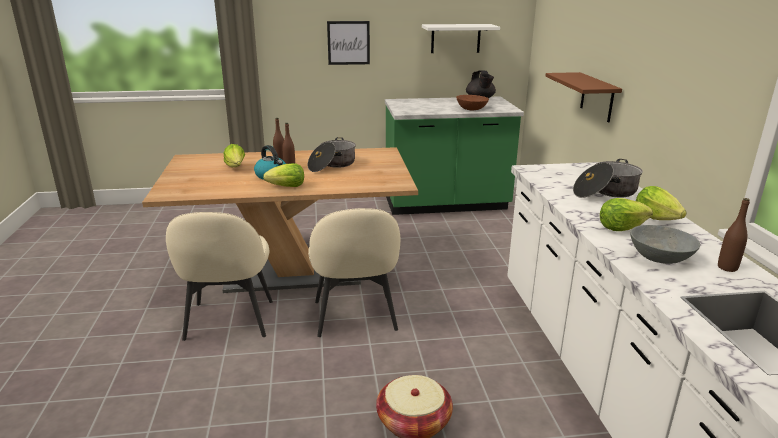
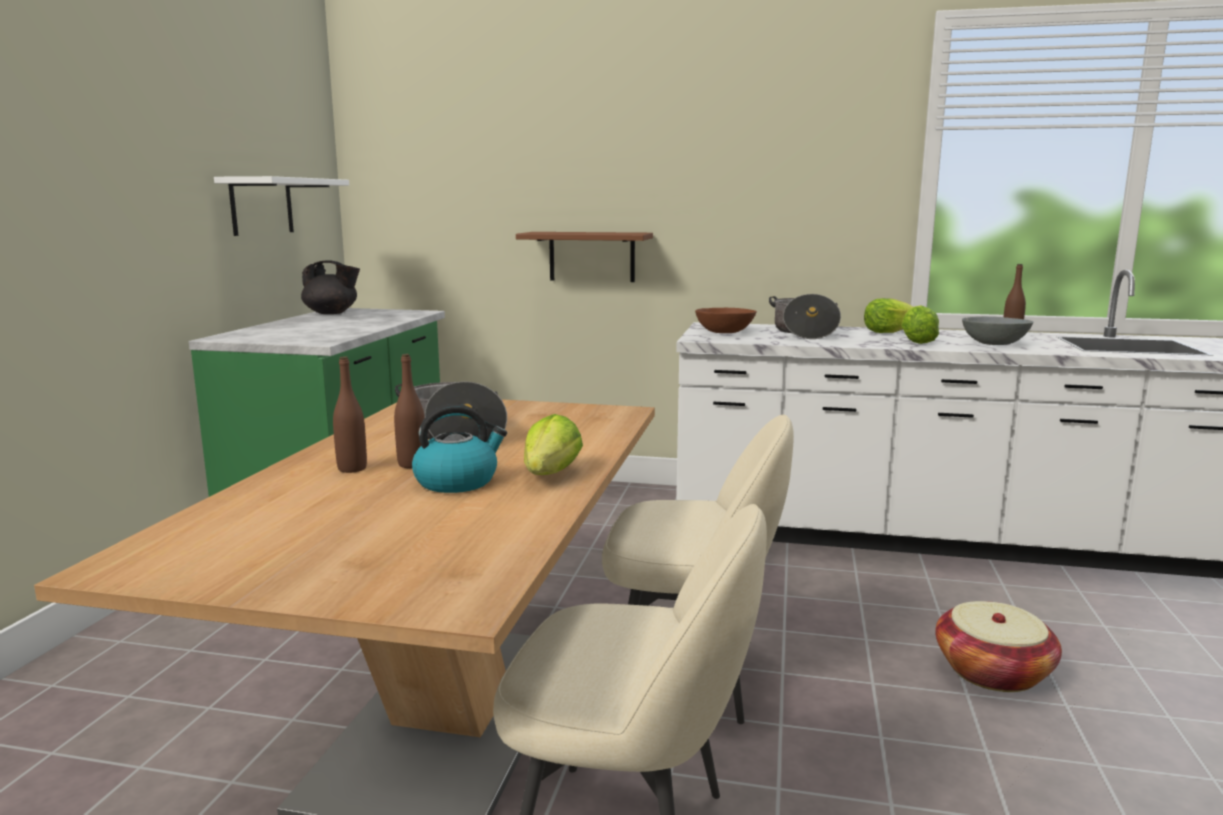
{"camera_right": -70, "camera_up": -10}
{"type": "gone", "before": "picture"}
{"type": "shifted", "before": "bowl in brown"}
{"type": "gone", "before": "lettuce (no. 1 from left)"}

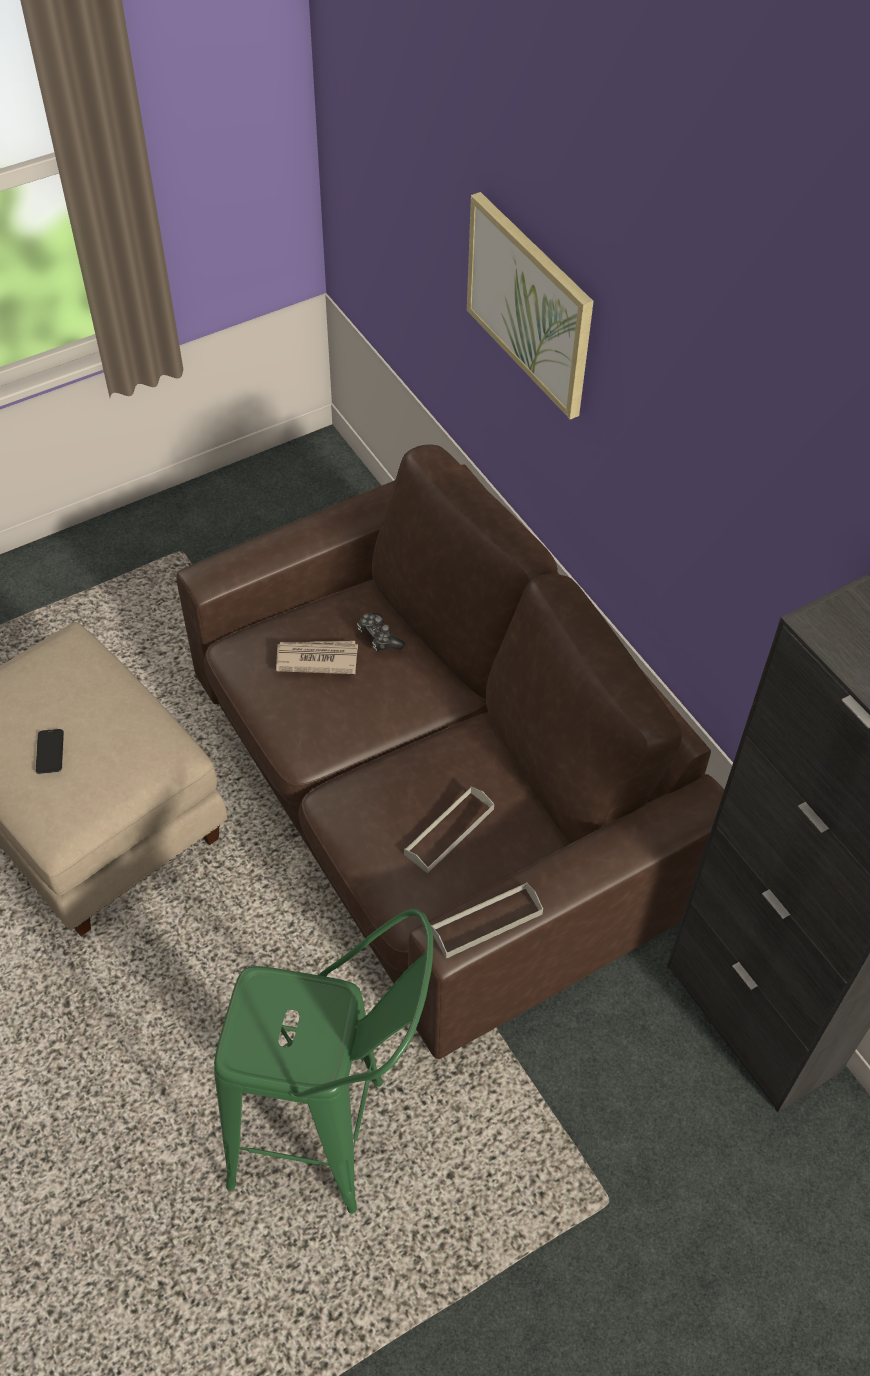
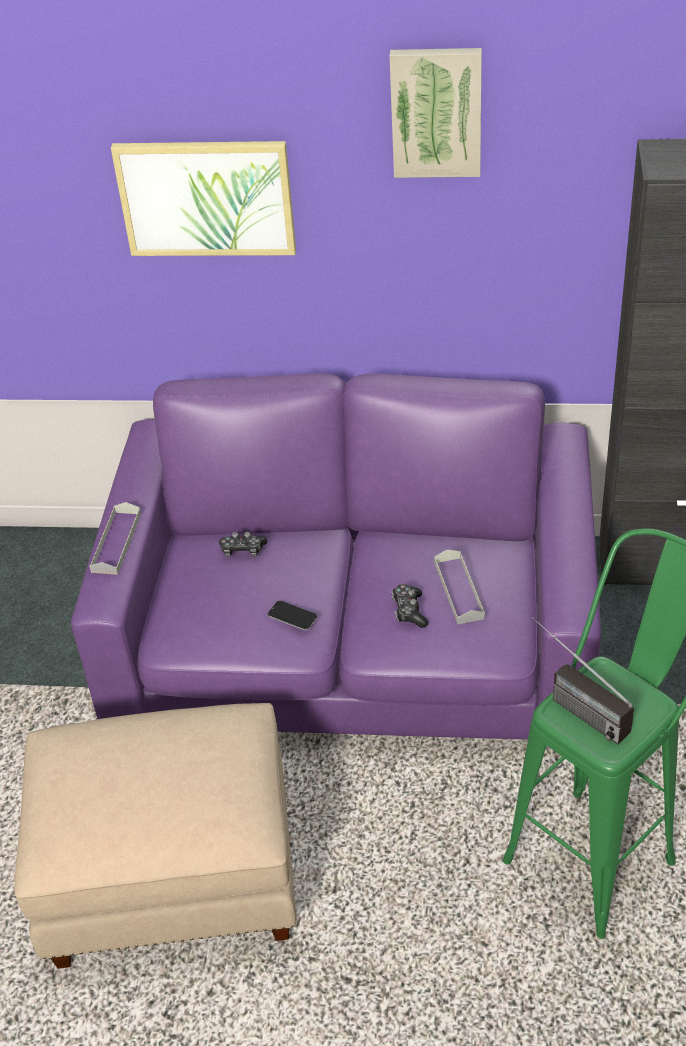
{"camera_right": -50, "camera_up": -10}
{"type": "repainted", "before": "sofa in brown", "after": "sofa in purple"}
{"type": "gone", "before": "newspaper"}
{"type": "shifted", "before": "phone"}
{"type": "shifted", "before": "tray in grey (no. 2 from left in the first image)", "after": "tray in grey (no. 1 from left)"}
{"type": "new", "after": "picture (no. 2 from left)"}
{"type": "new", "after": "game controller (no. 2 from left)"}
{"type": "new", "after": "radio"}

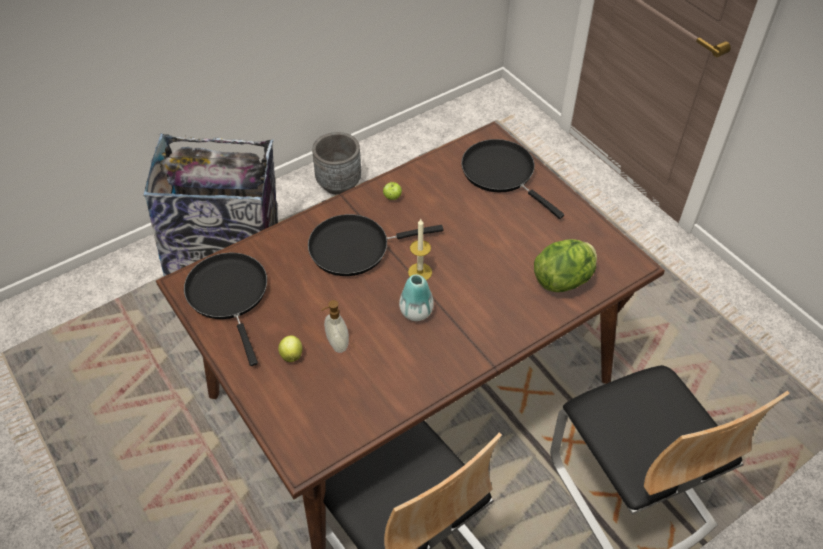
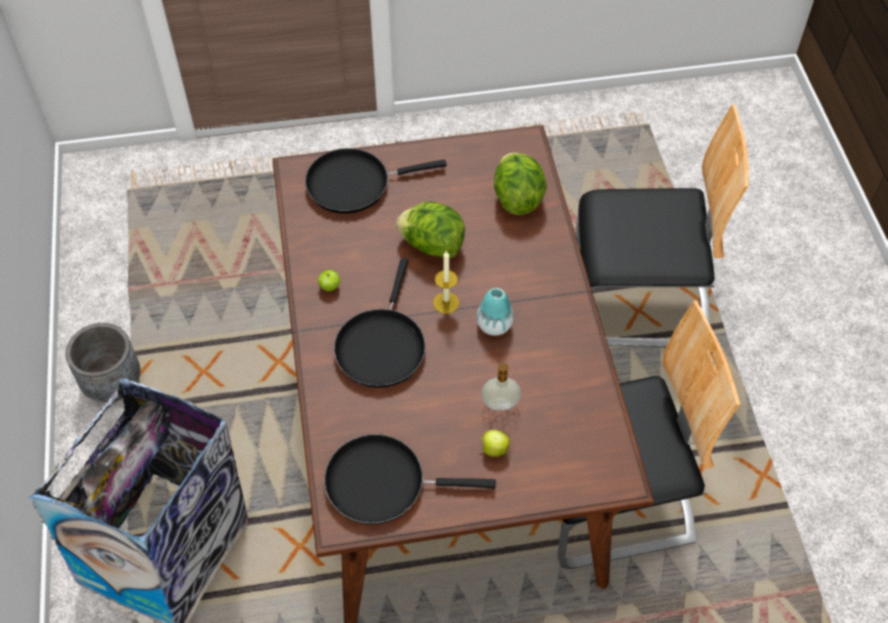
{"camera_right": -65, "camera_up": 5}
{"type": "new", "after": "lettuce (no. 1 from left)"}

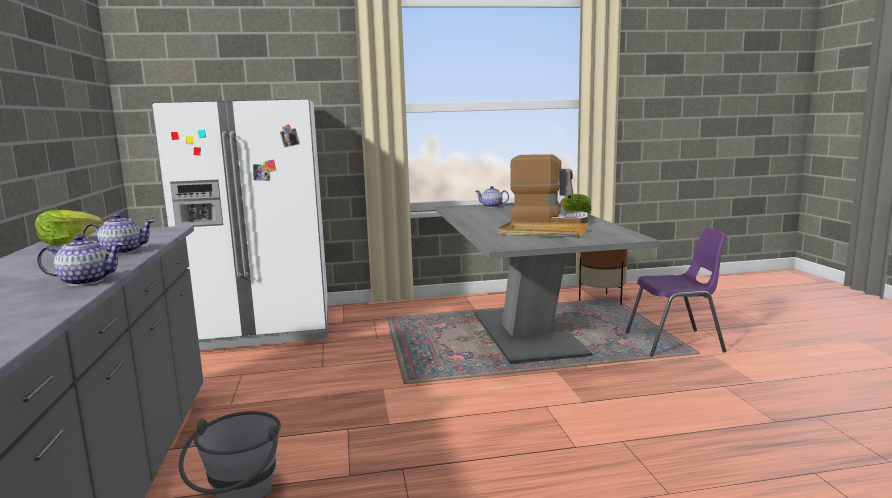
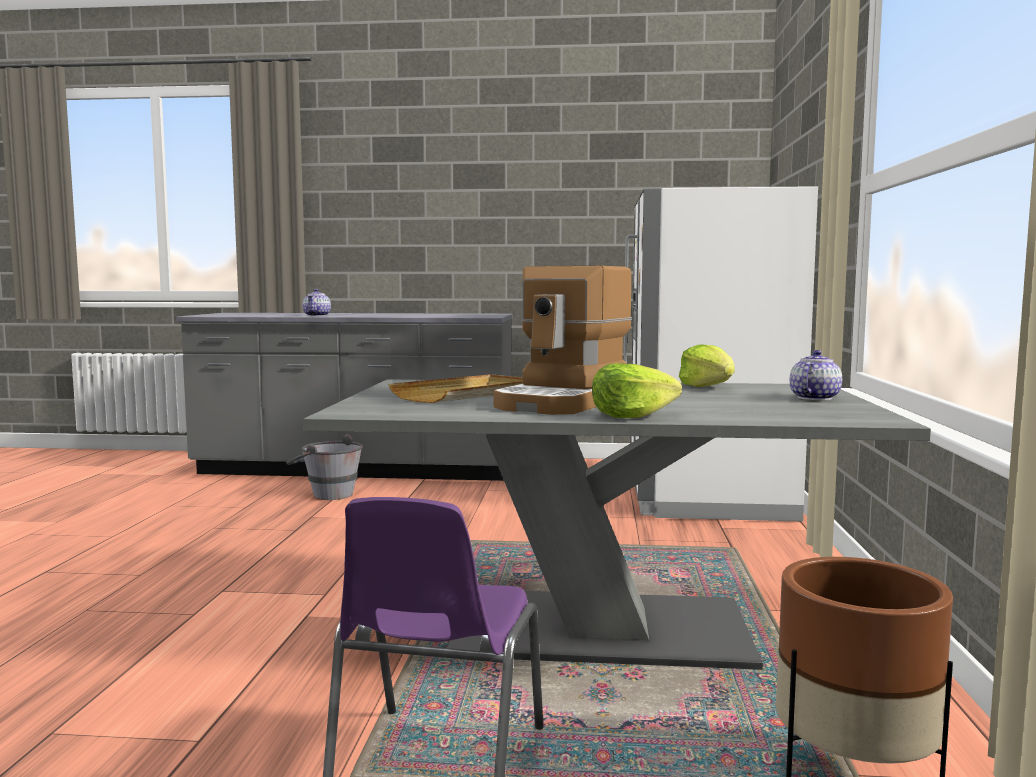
{"camera_right": 105, "camera_up": -5}
{"type": "shifted", "before": "lettuce (no. 1 from left in the first image)", "after": "lettuce (no. 2 from left)"}
{"type": "gone", "before": "teapot (no. 2 from left)"}

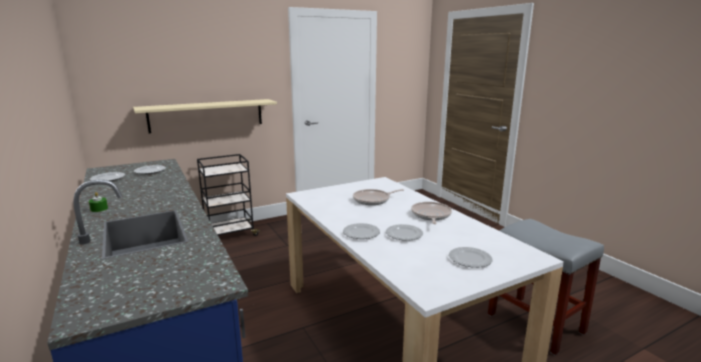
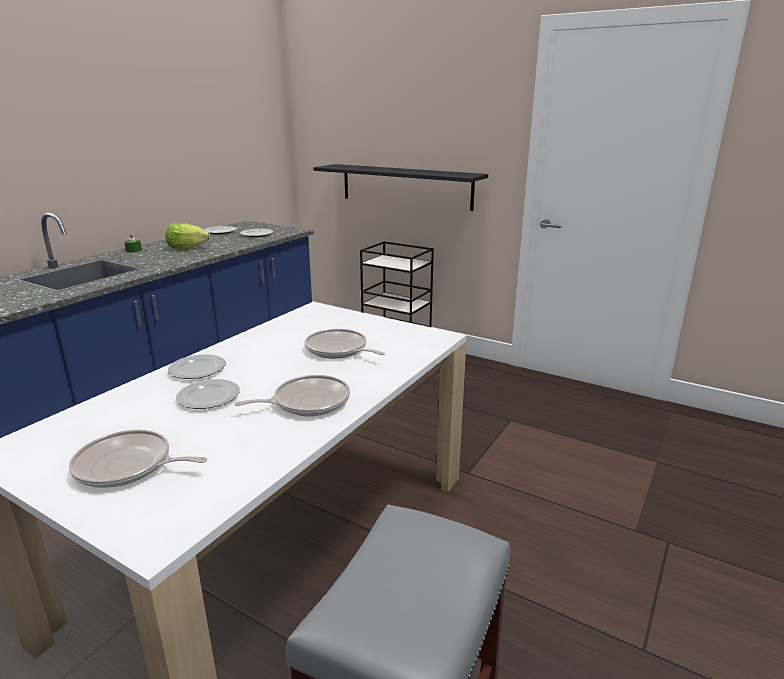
{"camera_right": 60, "camera_up": 5}
{"type": "repainted", "before": "shelf in beige", "after": "shelf in black"}
{"type": "swapped", "before": "plate (no. 5 from left)", "after": "frying pan (no. 1 from left)"}
{"type": "new", "after": "lettuce"}

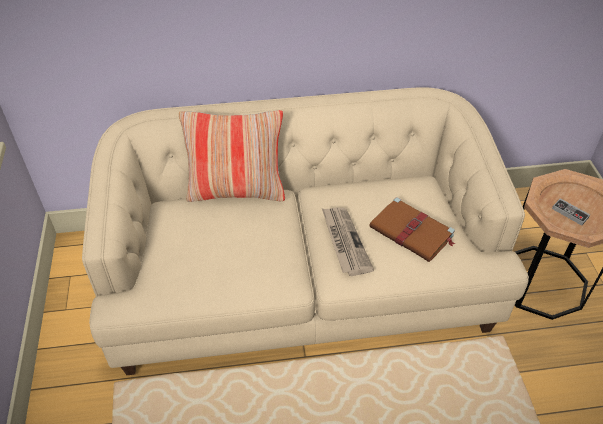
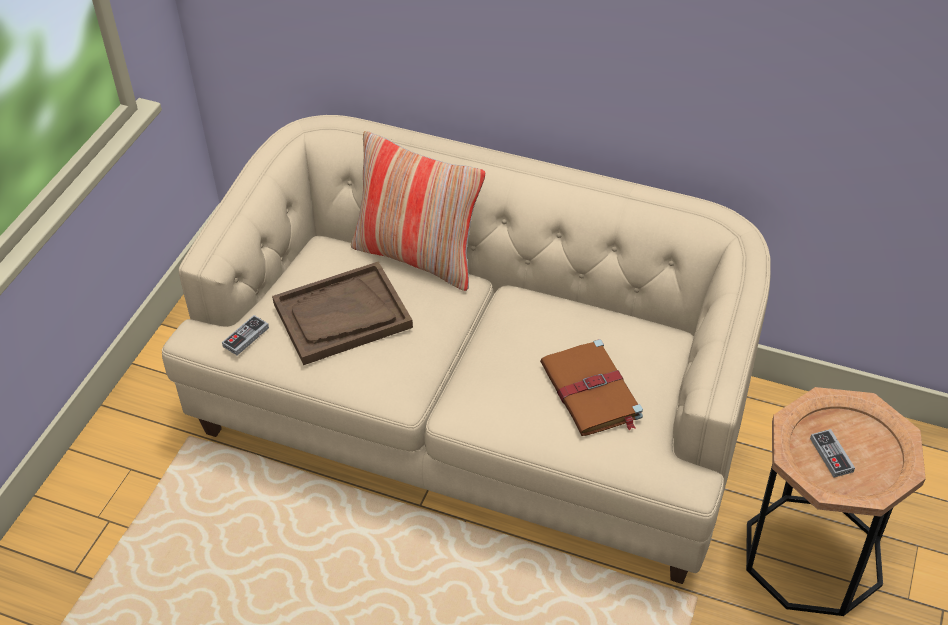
{"camera_right": 30, "camera_up": 0}
{"type": "gone", "before": "newspaper"}
{"type": "new", "after": "tray in brown"}
{"type": "new", "after": "game controller (no. 1 from left)"}

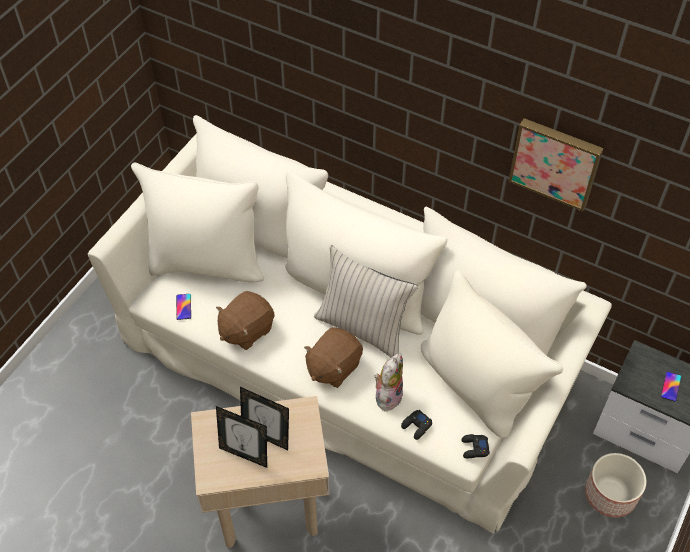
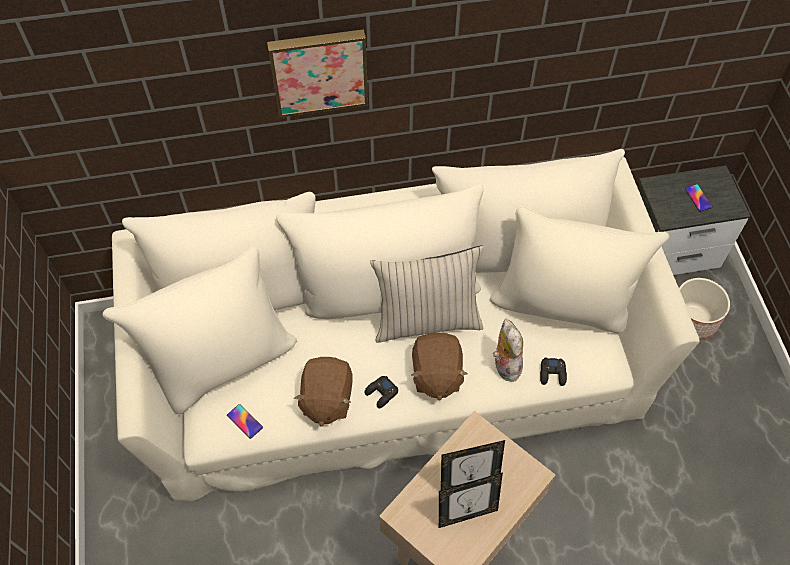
{"camera_right": -40, "camera_up": 5}
{"type": "shifted", "before": "picture"}
{"type": "shifted", "before": "game controller in black (no. 2 from left in the first image)", "after": "game controller in black (no. 1 from left)"}

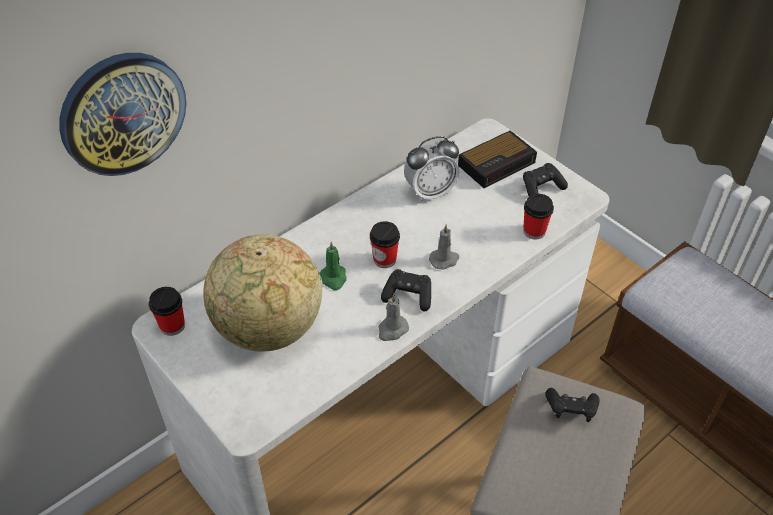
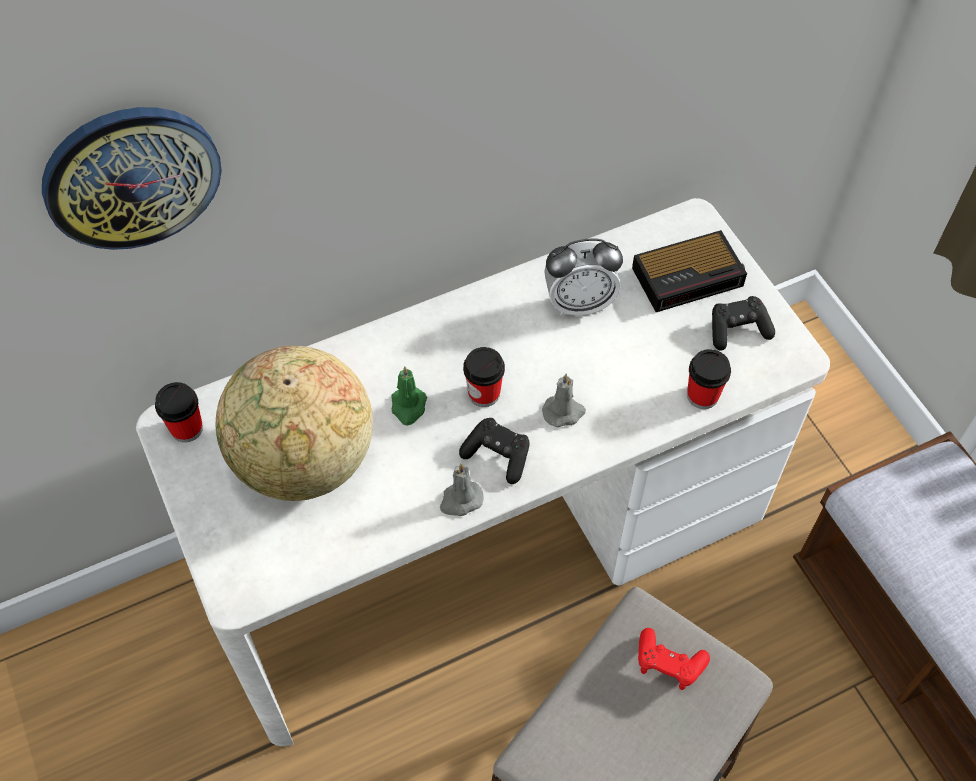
{"camera_right": 15, "camera_up": 10}
{"type": "repainted", "before": "game controller in black (no. 3 from left)", "after": "game controller in red"}

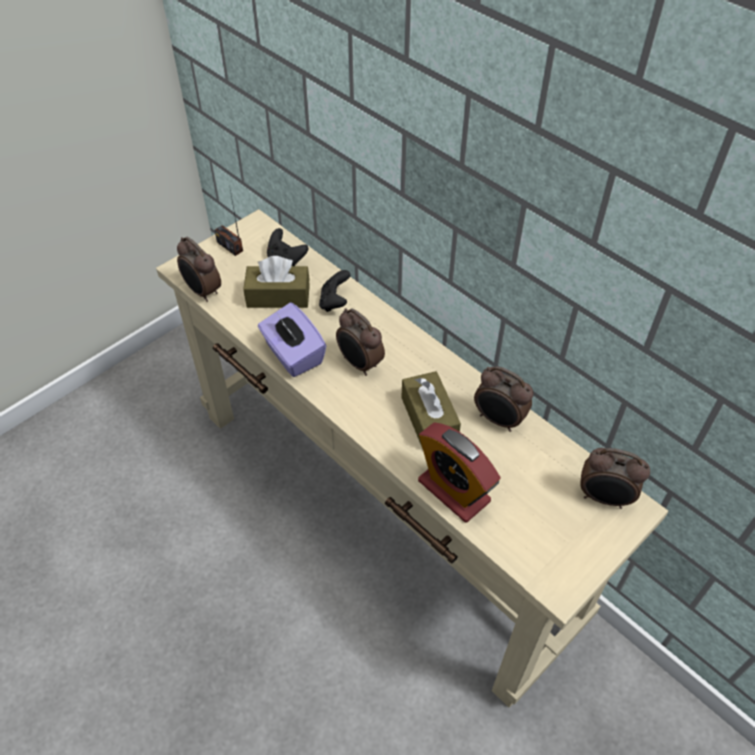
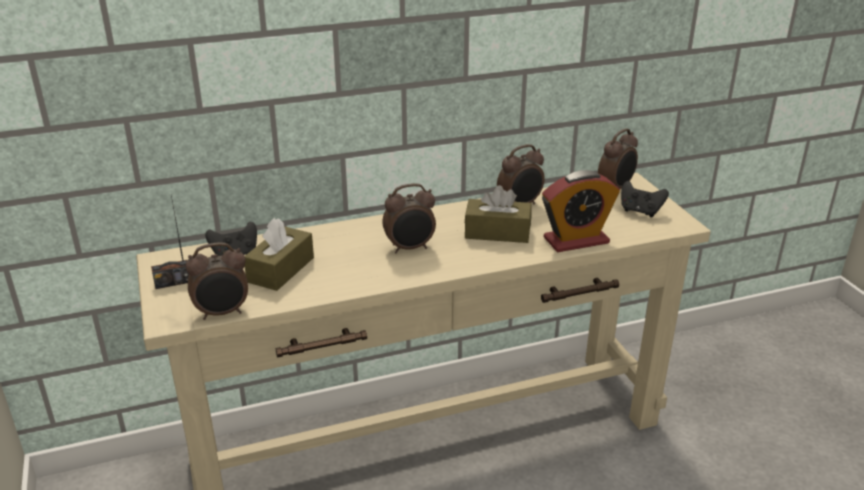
{"camera_right": -65, "camera_up": -20}
{"type": "shifted", "before": "game controller in black (no. 2 from left)"}
{"type": "gone", "before": "tissue box in purple"}

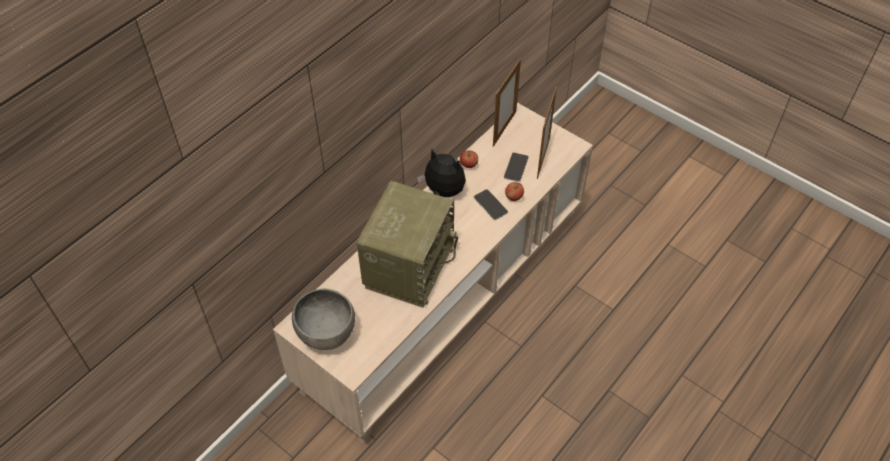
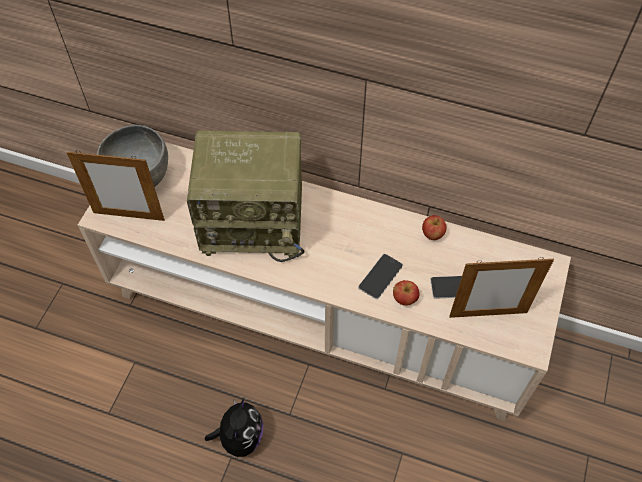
{"camera_right": 70, "camera_up": 5}
{"type": "shifted", "before": "picture frame (no. 1 from left)"}
{"type": "shifted", "before": "plush toy"}

